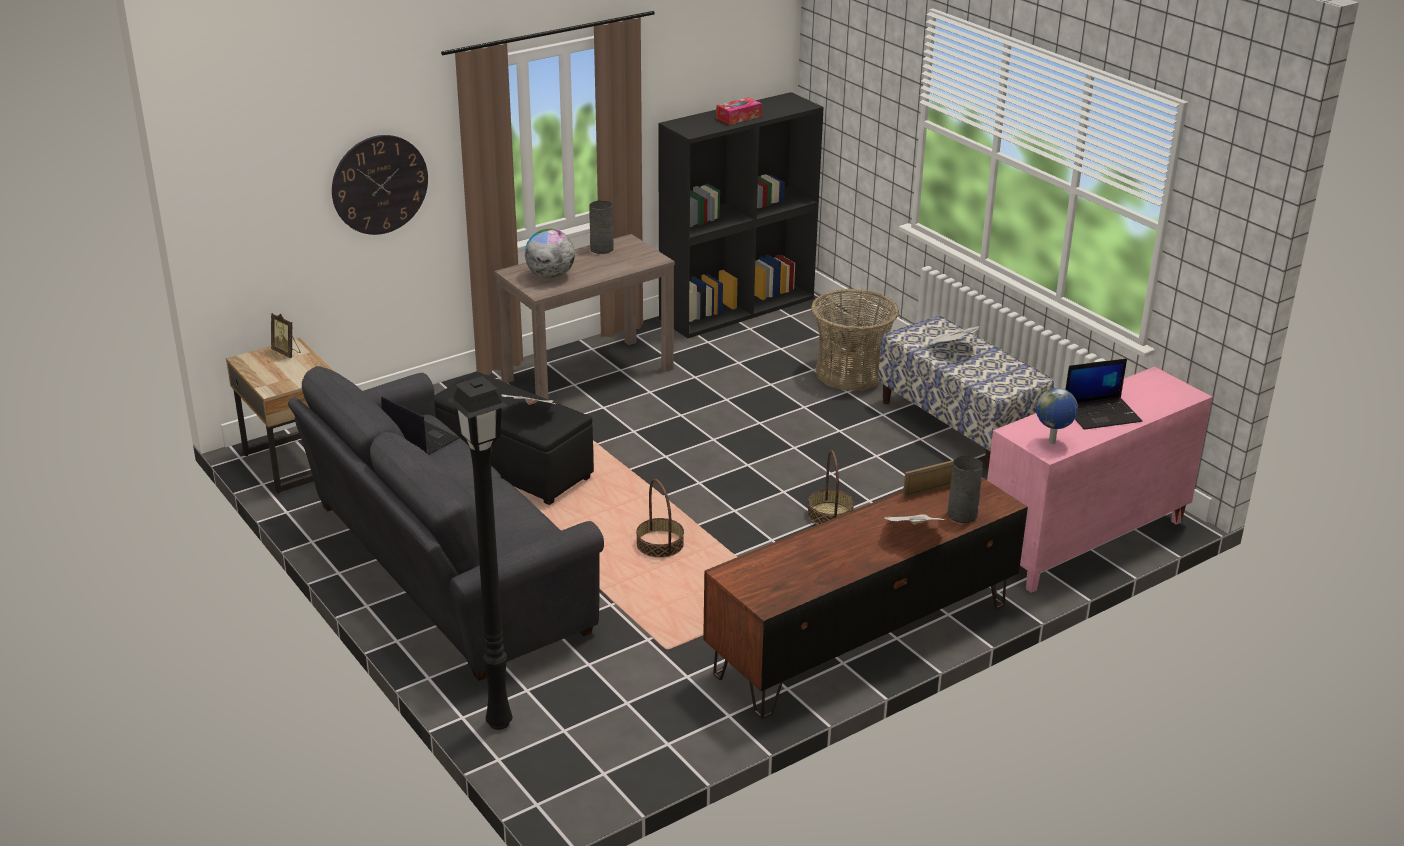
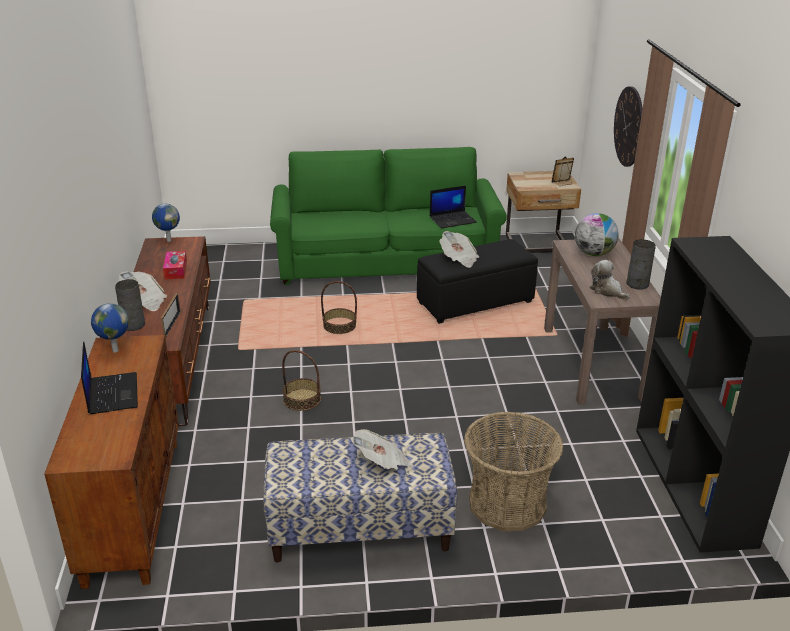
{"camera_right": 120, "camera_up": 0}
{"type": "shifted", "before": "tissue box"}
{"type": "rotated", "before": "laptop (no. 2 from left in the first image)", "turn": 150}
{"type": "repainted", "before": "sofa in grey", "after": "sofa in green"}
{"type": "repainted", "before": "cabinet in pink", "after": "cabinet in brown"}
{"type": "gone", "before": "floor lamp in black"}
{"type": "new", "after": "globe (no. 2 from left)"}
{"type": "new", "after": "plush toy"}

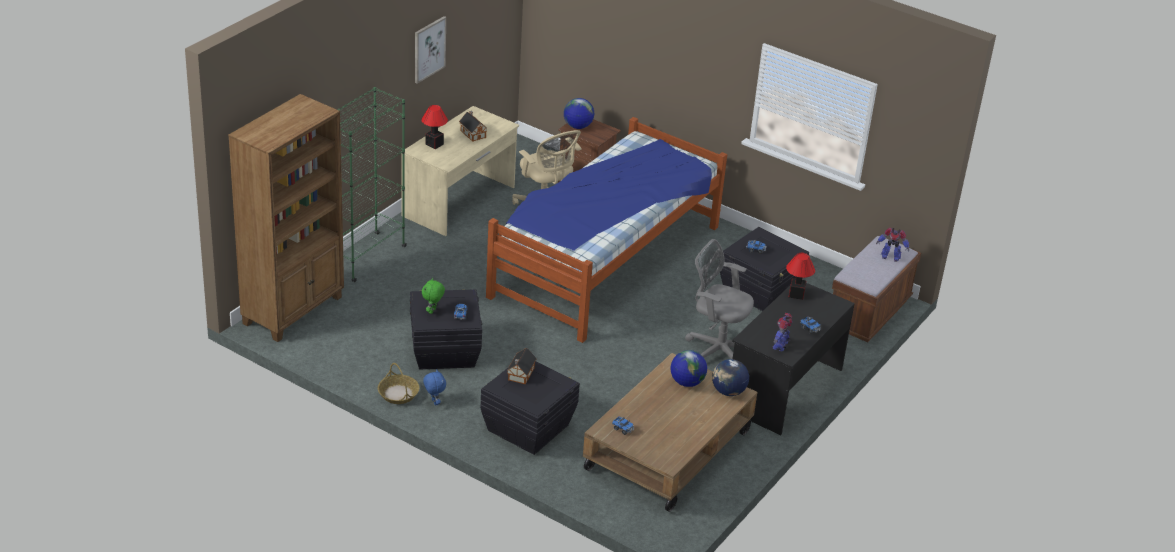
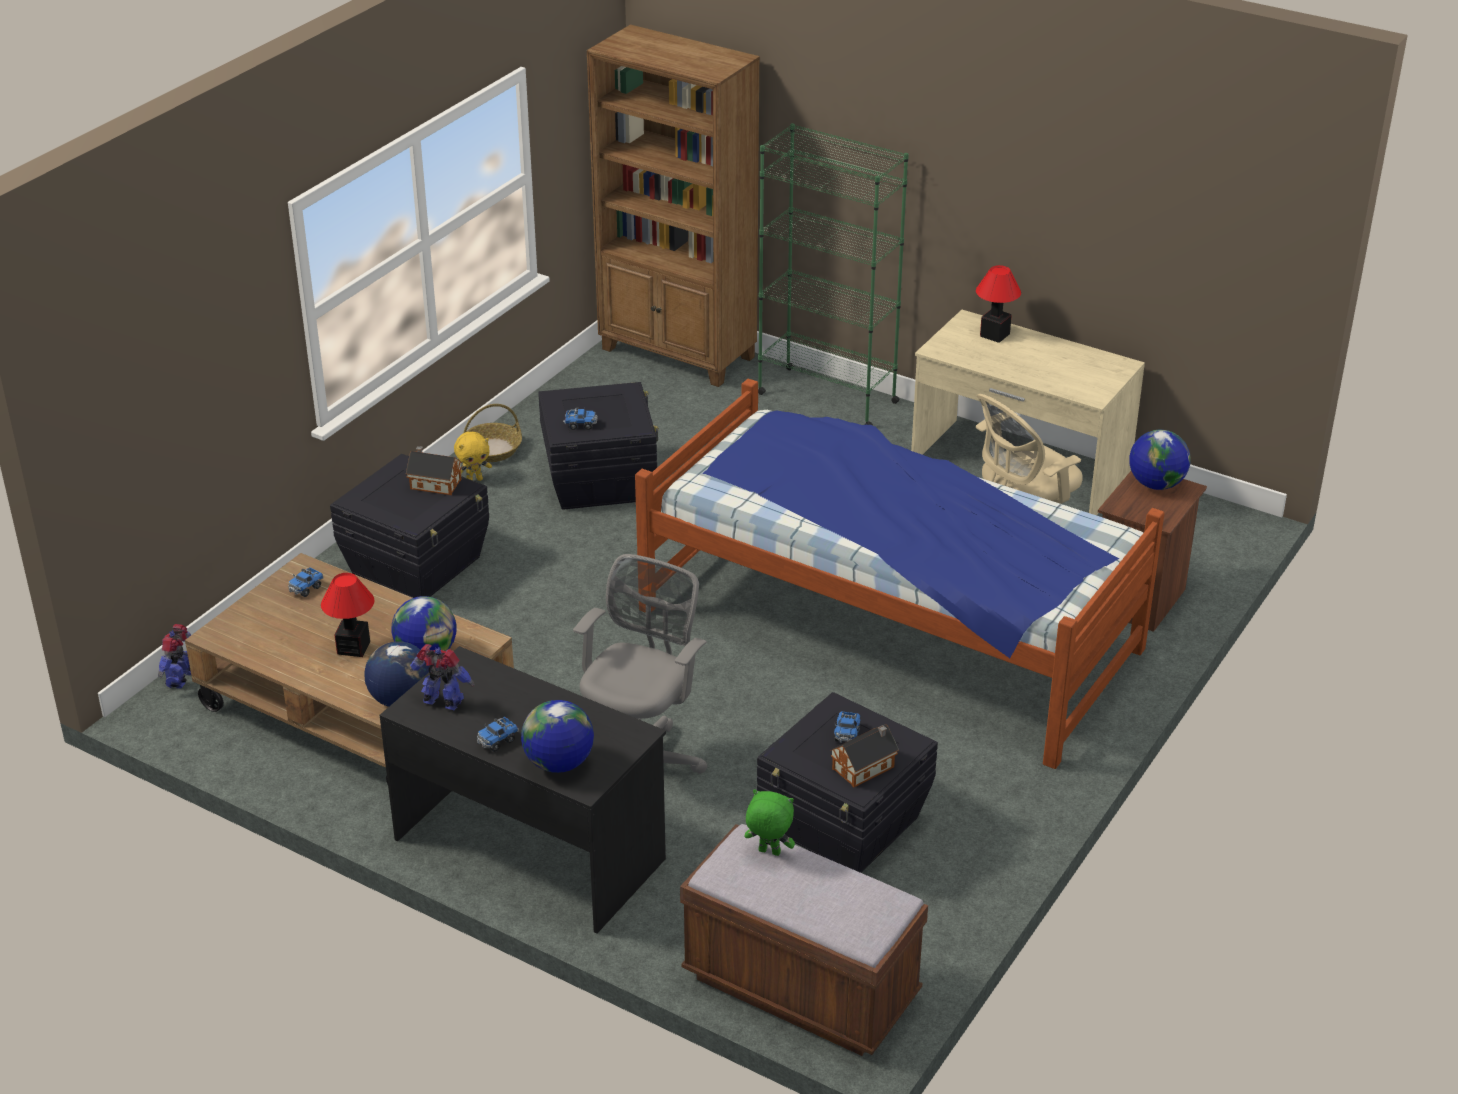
{"camera_right": 90, "camera_up": 0}
{"type": "gone", "before": "picture"}
{"type": "shifted", "before": "toy house (no. 1 from left in the first image)", "after": "toy house (no. 2 from left)"}
{"type": "shifted", "before": "toy robot (no. 2 from left in the first image)", "after": "toy robot (no. 1 from left)"}
{"type": "shifted", "before": "table lamp (no. 2 from left in the first image)", "after": "table lamp (no. 1 from left)"}
{"type": "shifted", "before": "plush toy in green"}
{"type": "repainted", "before": "plush toy in blue", "after": "plush toy in yellow"}
{"type": "new", "after": "globe (no. 3 from left)"}

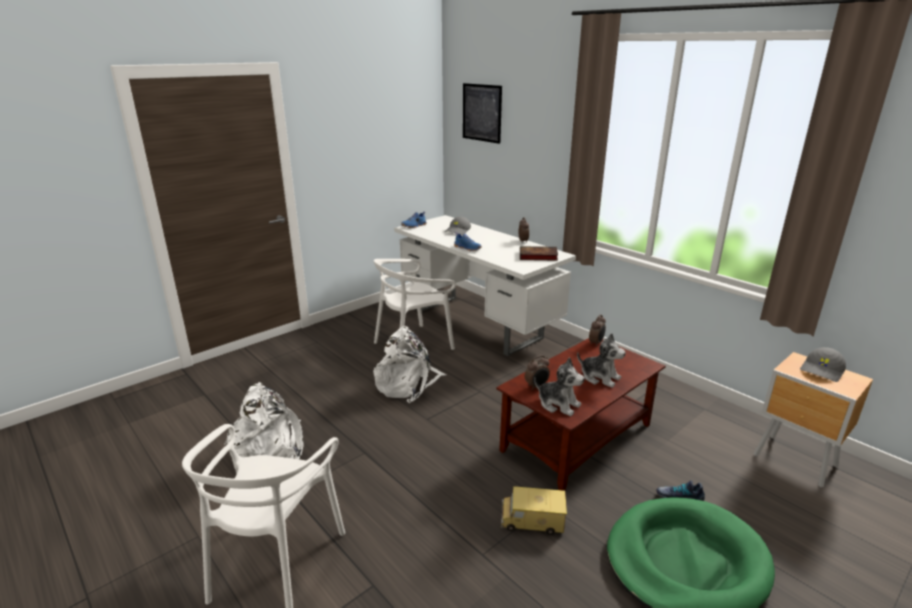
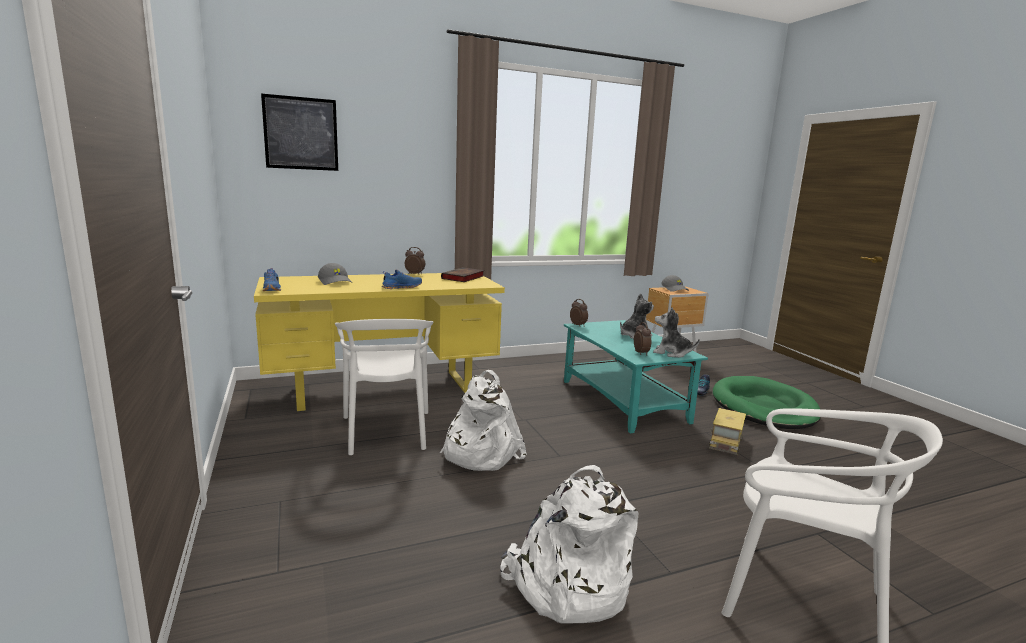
{"camera_right": -70, "camera_up": -10}
{"type": "repainted", "before": "desk in white", "after": "desk in yellow"}
{"type": "repainted", "before": "coffee table in brown", "after": "coffee table in turquoise"}
{"type": "rotated", "before": "plush toy (no. 1 from left in the first image)", "turn": -120}

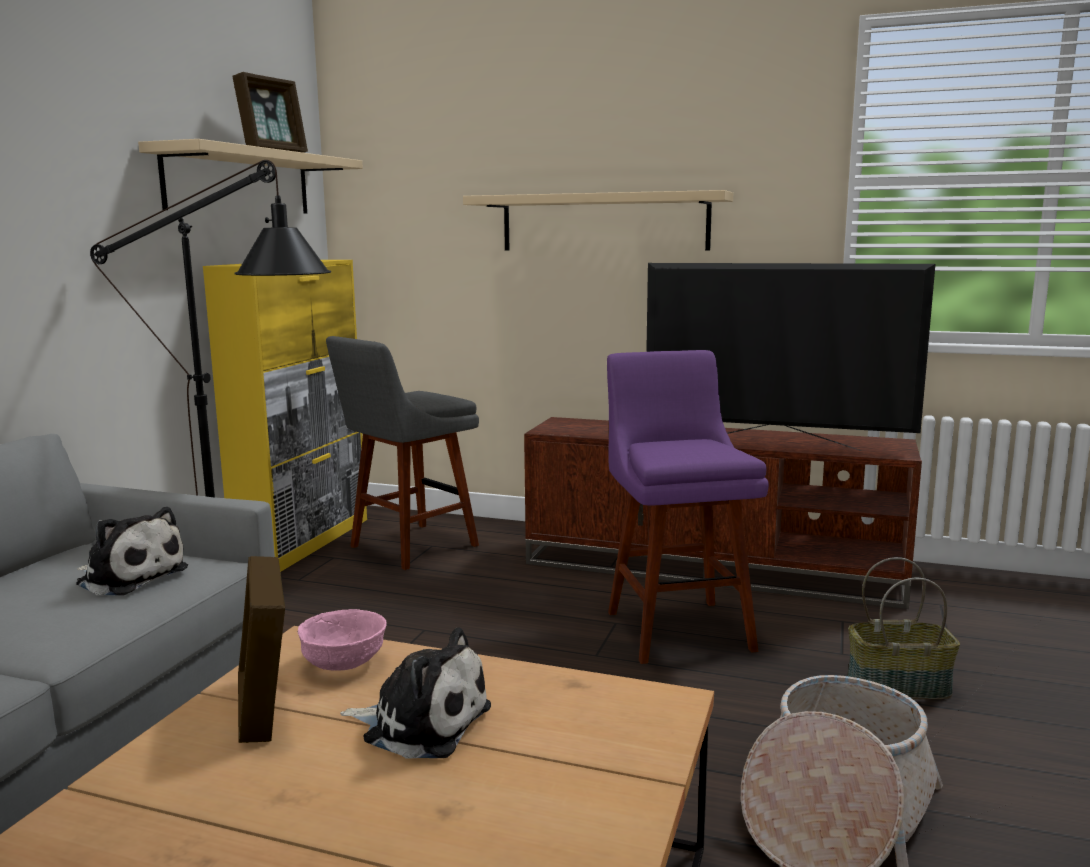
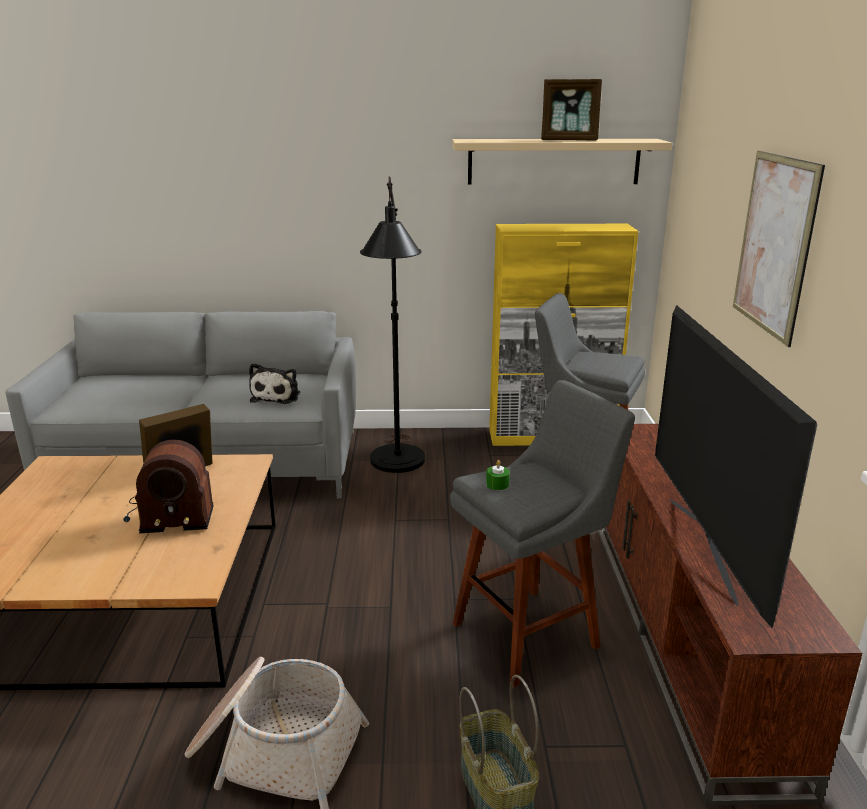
{"camera_right": 70, "camera_up": 10}
{"type": "swapped", "before": "shelf in beige (no. 2 from left)", "after": "picture"}
{"type": "repainted", "before": "stool in purple", "after": "stool in grey (no. 1 from left)"}
{"type": "gone", "before": "bowl in pink"}
{"type": "swapped", "before": "plush toy (no. 2 from left)", "after": "radio"}
{"type": "new", "after": "candle in green"}

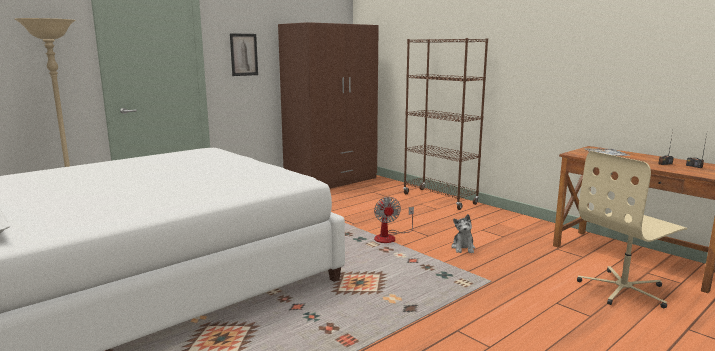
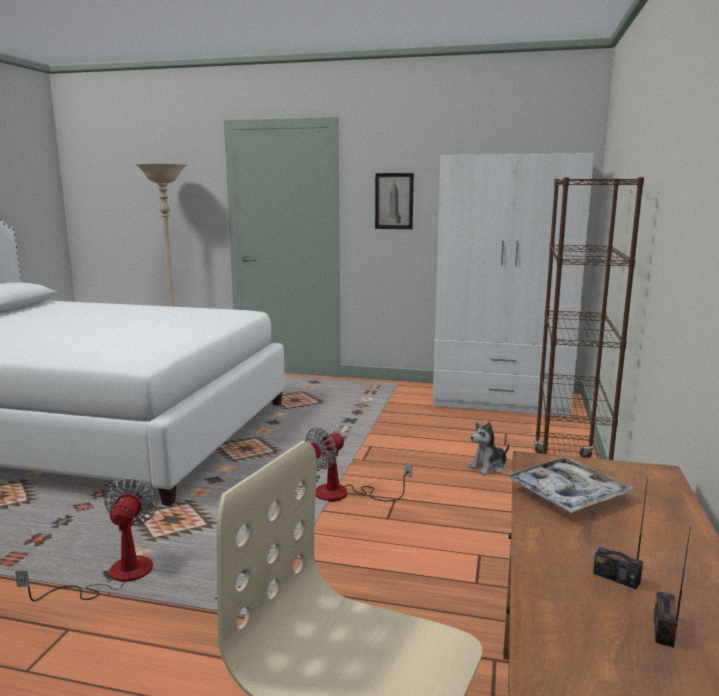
{"camera_right": 55, "camera_up": 0}
{"type": "repainted", "before": "wardrobe in brown", "after": "wardrobe in white"}
{"type": "shifted", "before": "plush toy"}
{"type": "new", "after": "fan (no. 1 from left)"}

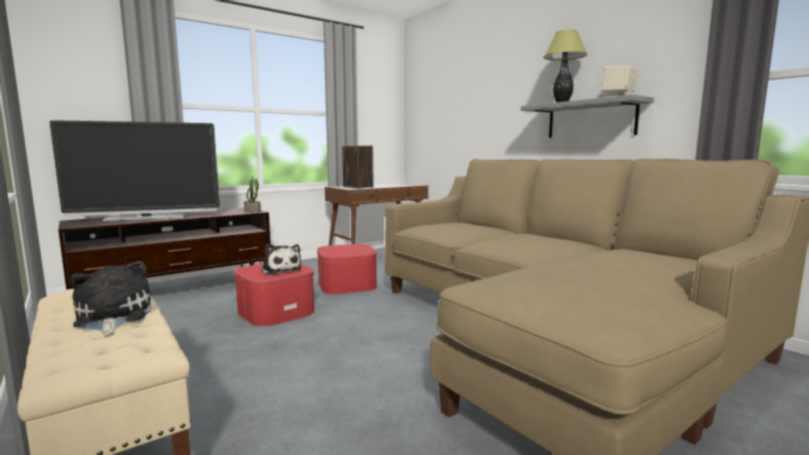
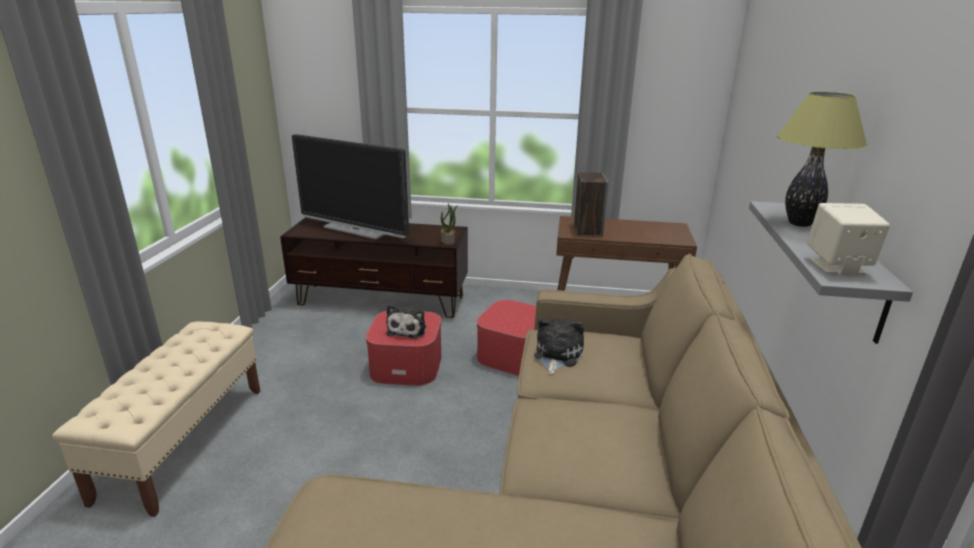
{"camera_right": 45, "camera_up": 15}
{"type": "shifted", "before": "plush toy (no. 1 from left in the first image)", "after": "plush toy (no. 2 from left)"}

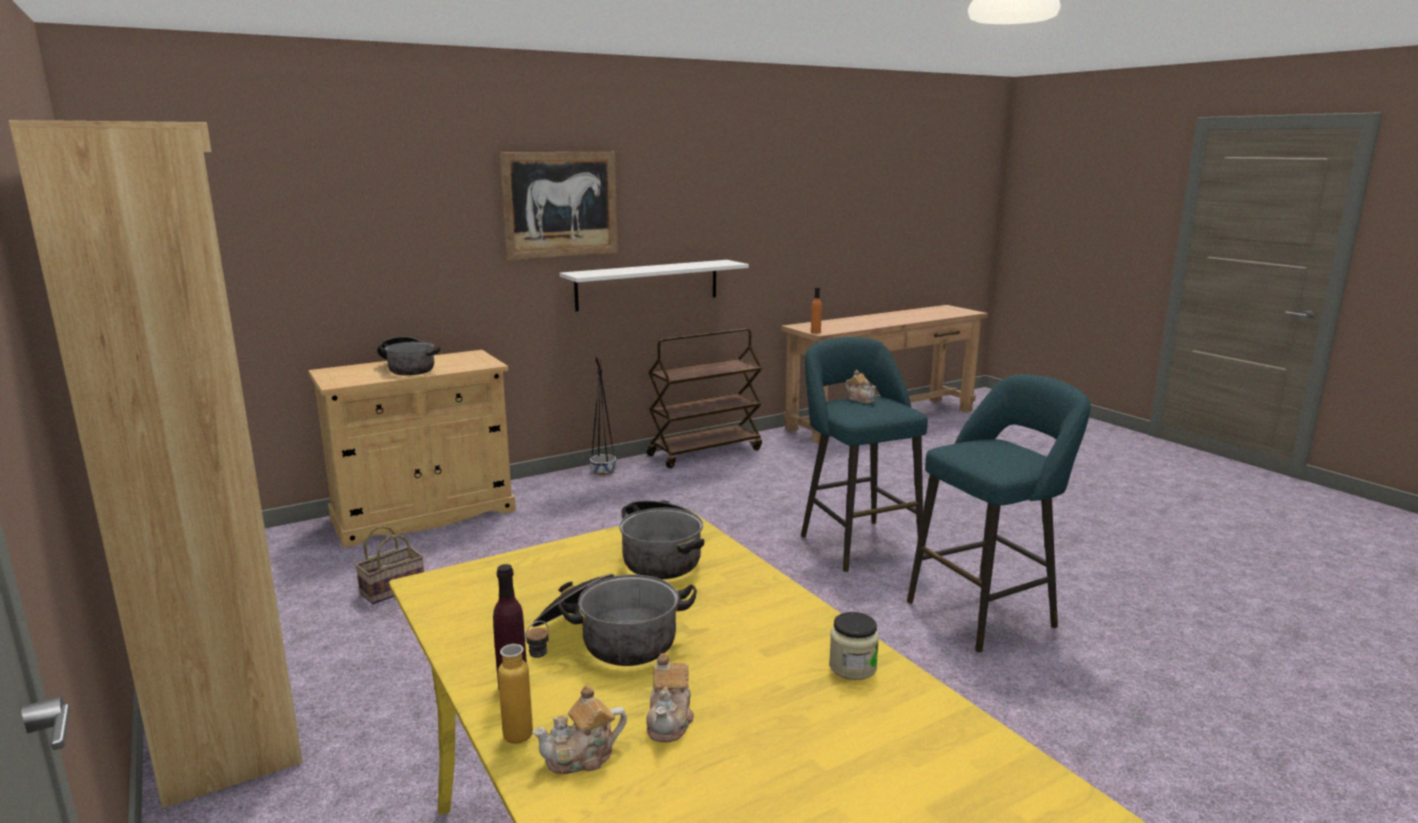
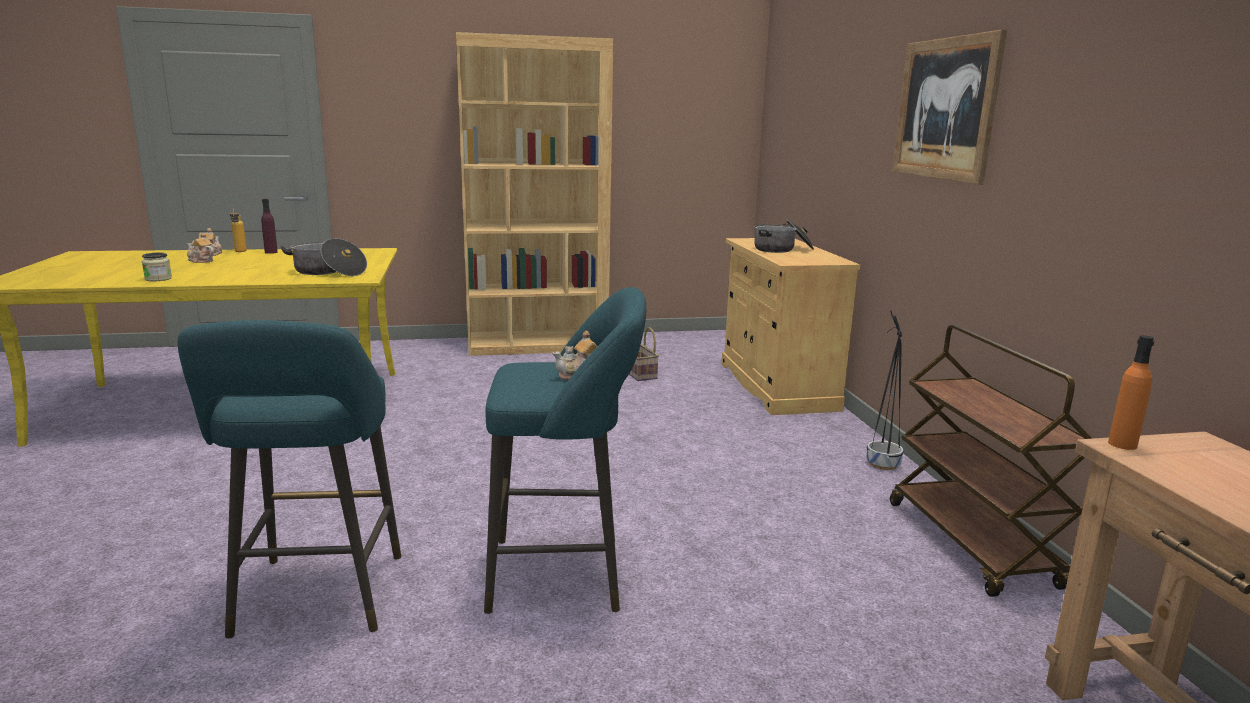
{"camera_right": 110, "camera_up": 0}
{"type": "gone", "before": "shelf in white"}
{"type": "gone", "before": "cooking pot (no. 2 from left)"}

